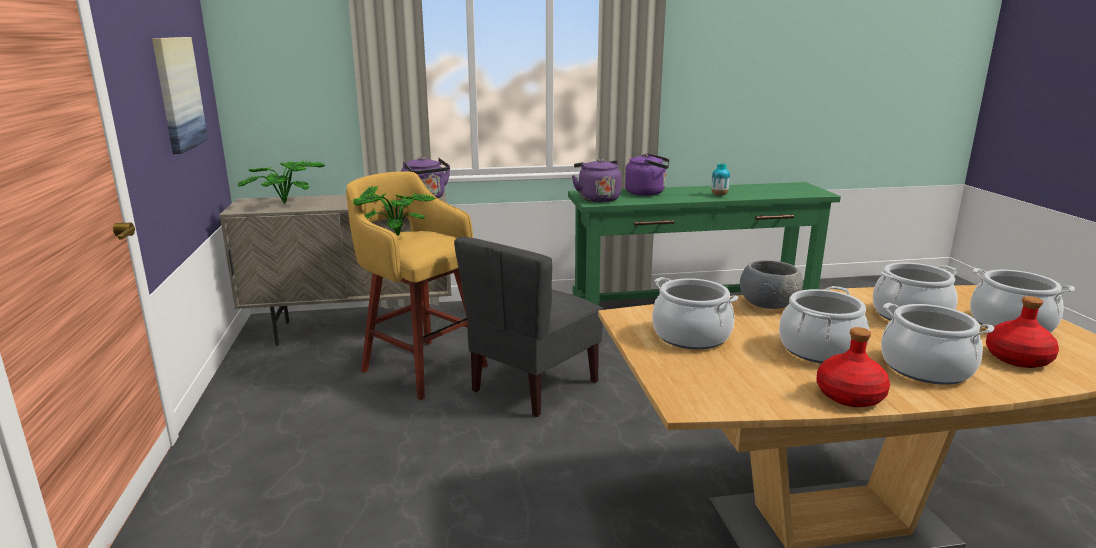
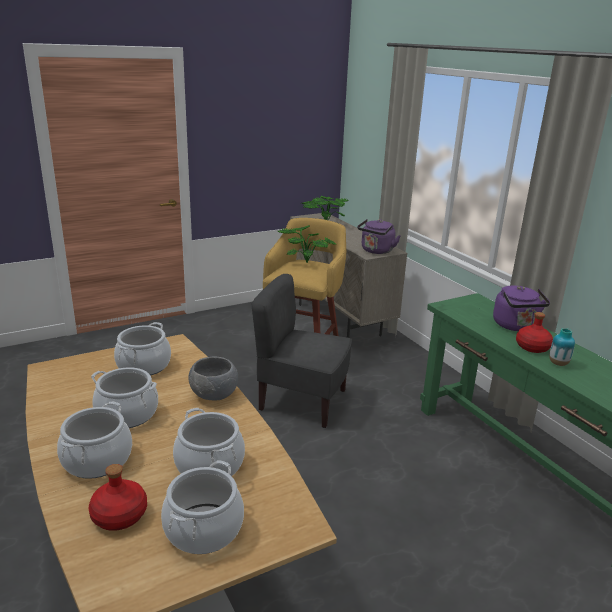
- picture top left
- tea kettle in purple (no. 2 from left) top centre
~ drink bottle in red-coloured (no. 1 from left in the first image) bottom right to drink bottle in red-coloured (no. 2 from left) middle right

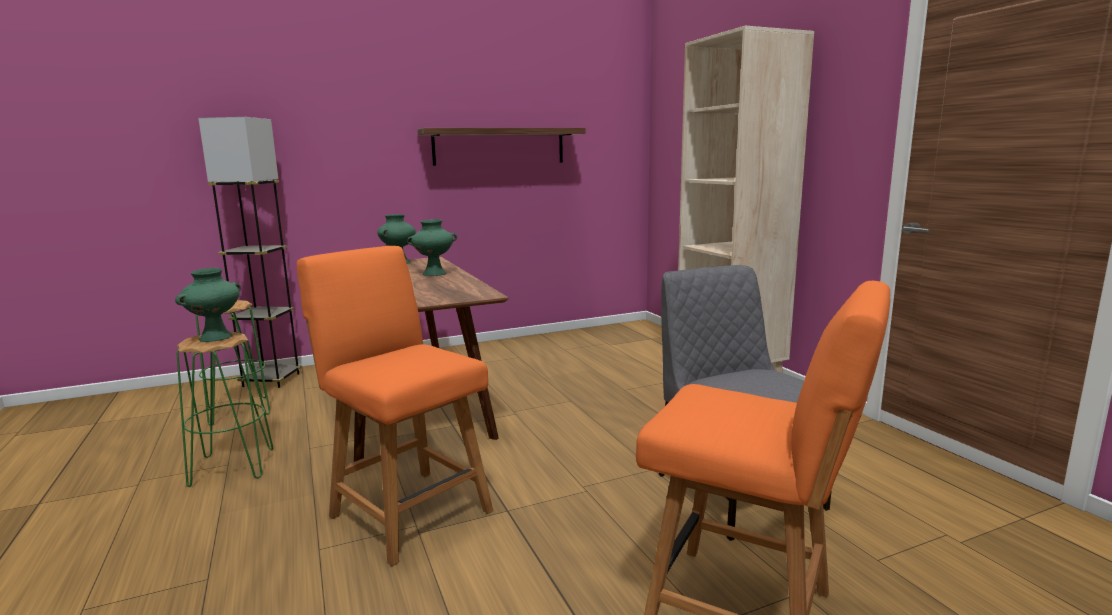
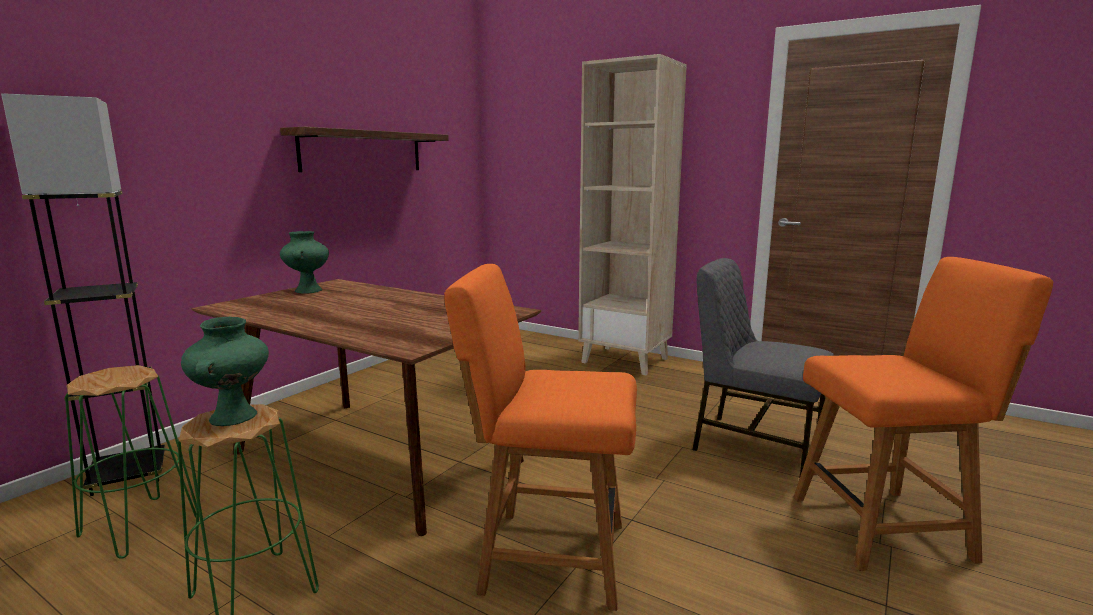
- flower vase in greenish (no. 3 from left) centre

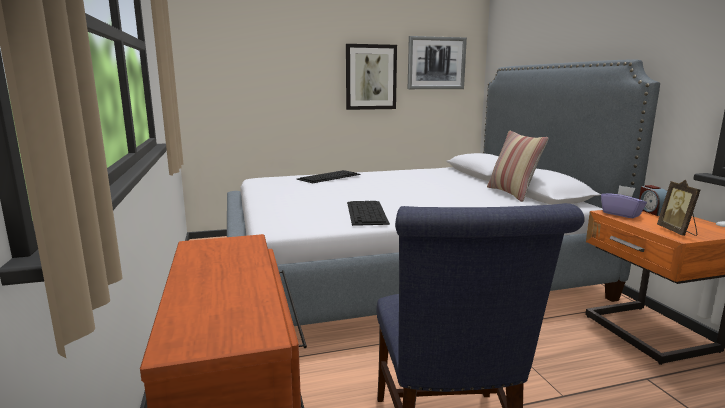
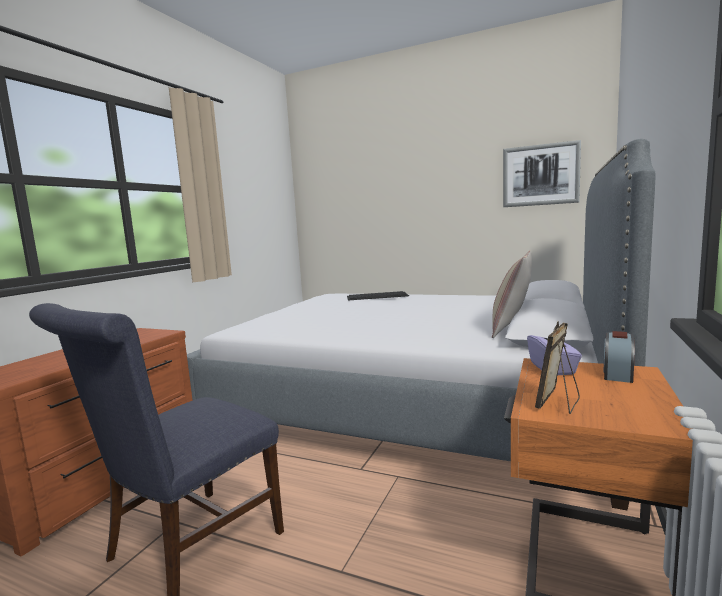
- picture (no. 1 from left) top centre
- computer keyboard (no. 2 from left) centre

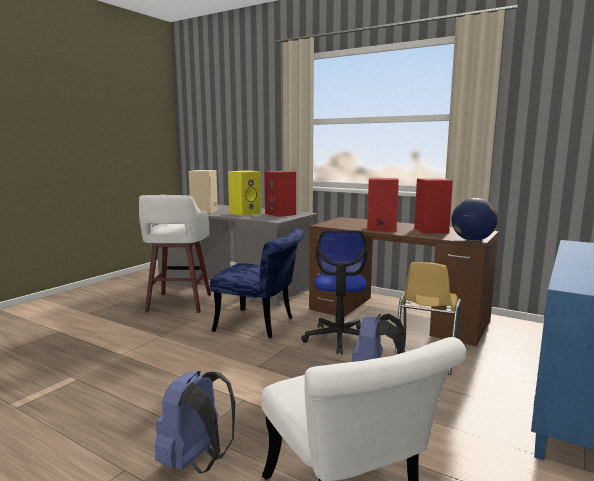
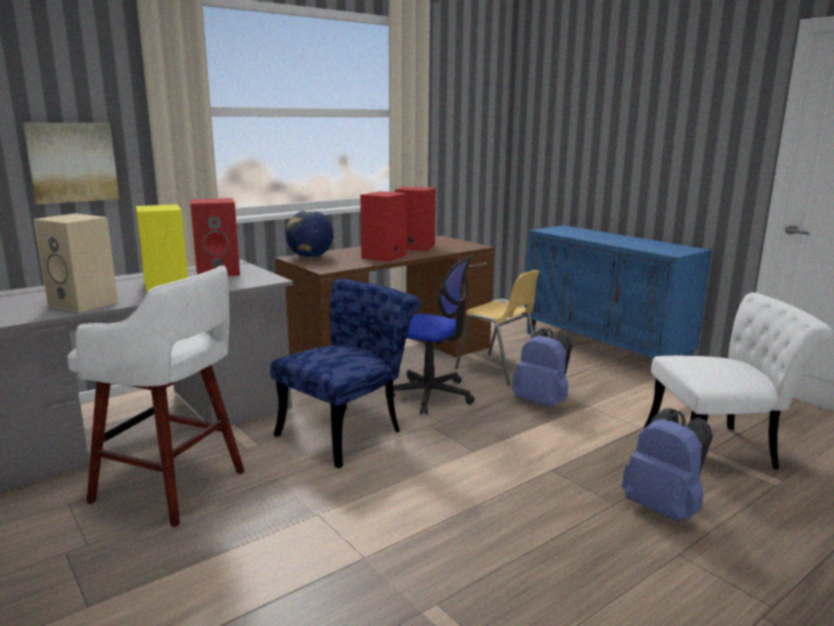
~ globe middle right to centre
+ picture top left

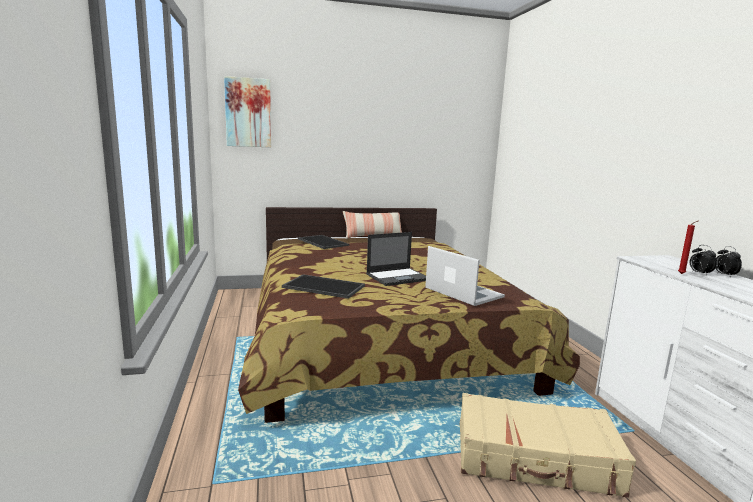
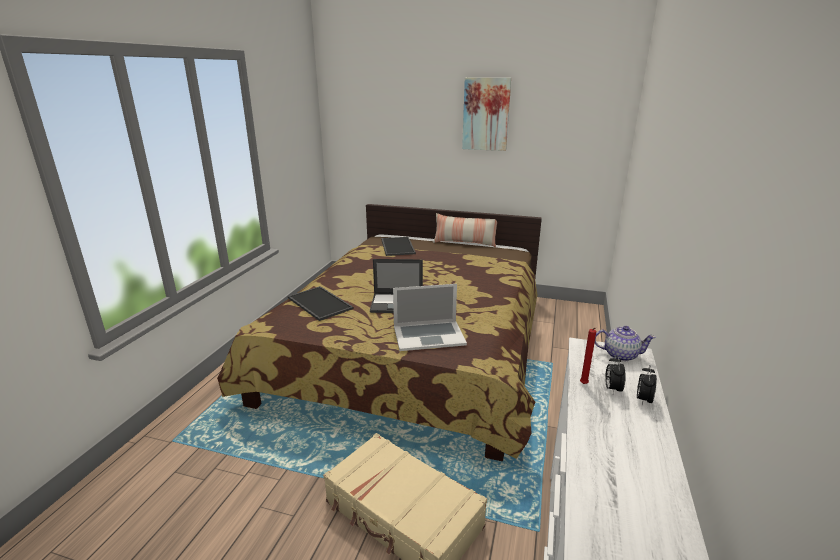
~ picture top left to top centre
~ notebook computer (no. 2 from left) centre = centre 90 degrees clockwise
+ pot for tea middle right

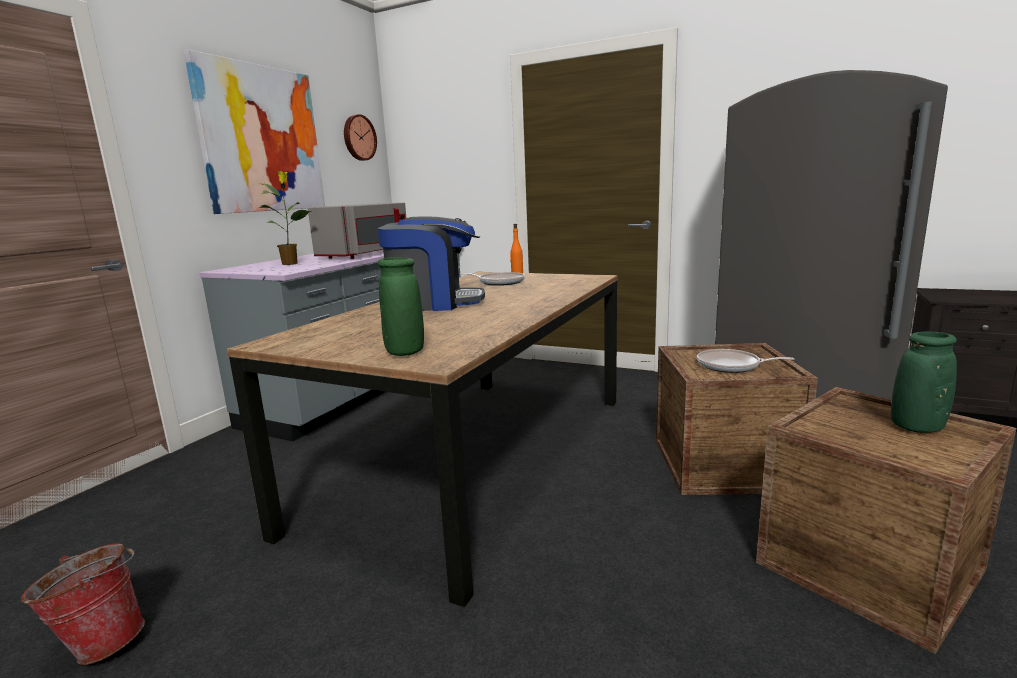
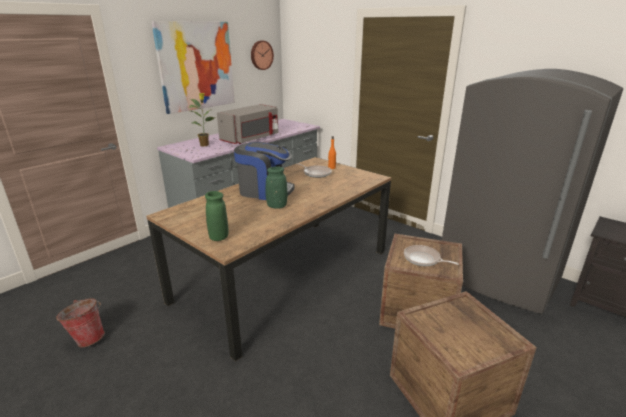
~ flower vase in greenish (no. 2 from left) middle right to centre

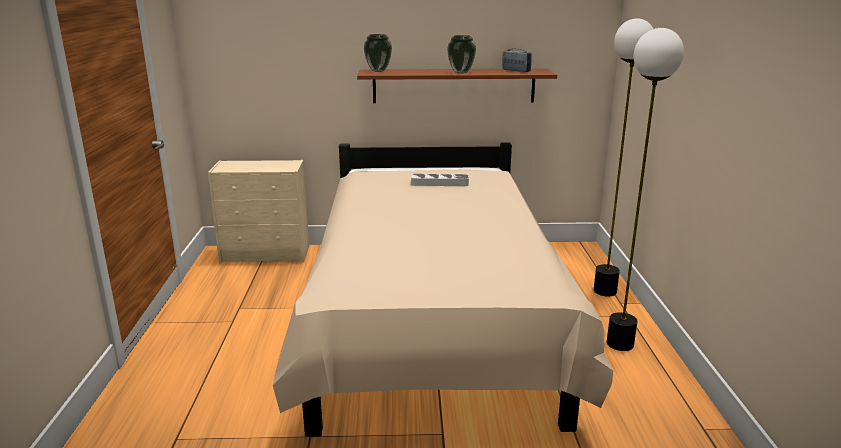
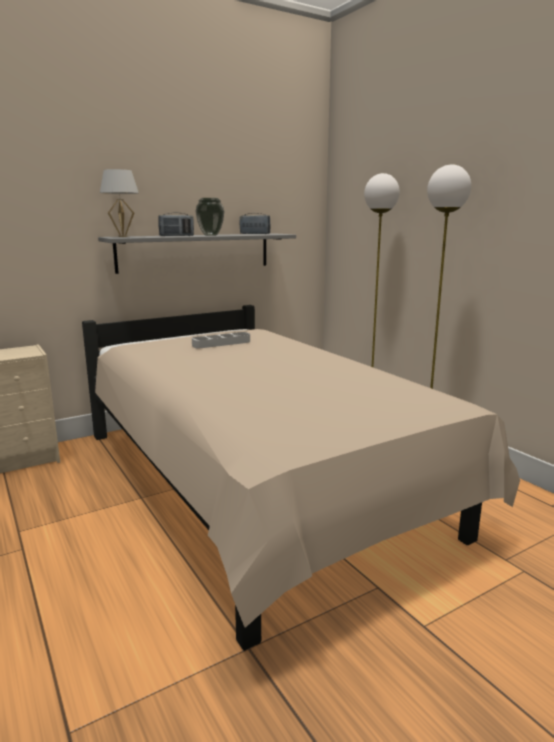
~ bracket shelf in brown top centre to bracket shelf in grey centre
~ flower vase (no. 1 from left) top centre to lamp for a table in whitish top left
+ radio set (no. 1 from left) top left

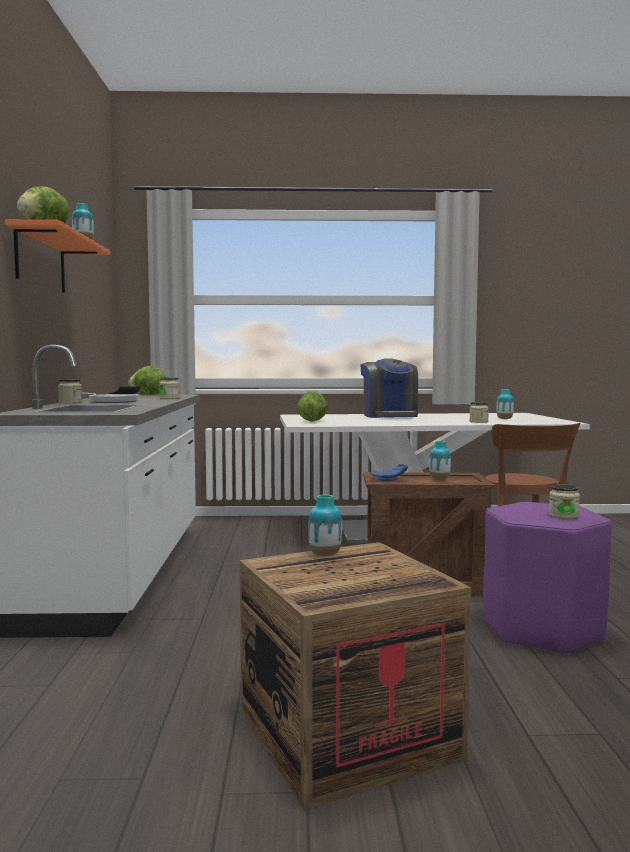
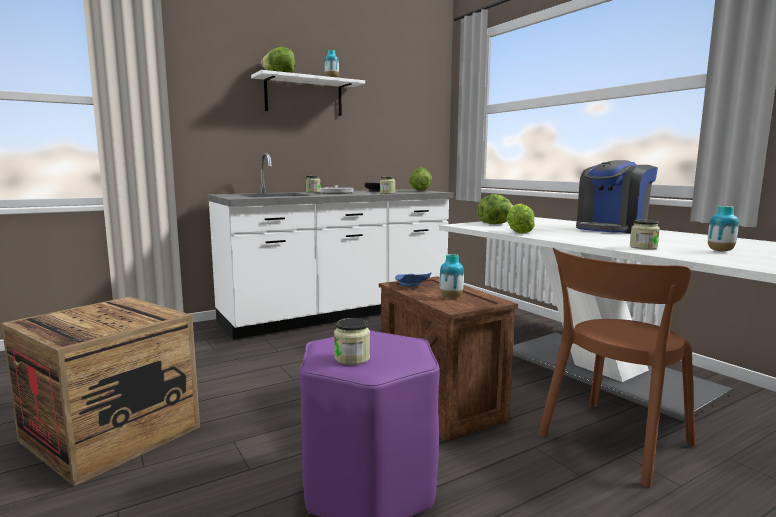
~ bracket shelf in orangey top left to bracket shelf in whitish top centre
- flower vase (no. 2 from left) centre
+ head of lettuce (no. 4 from left) middle right

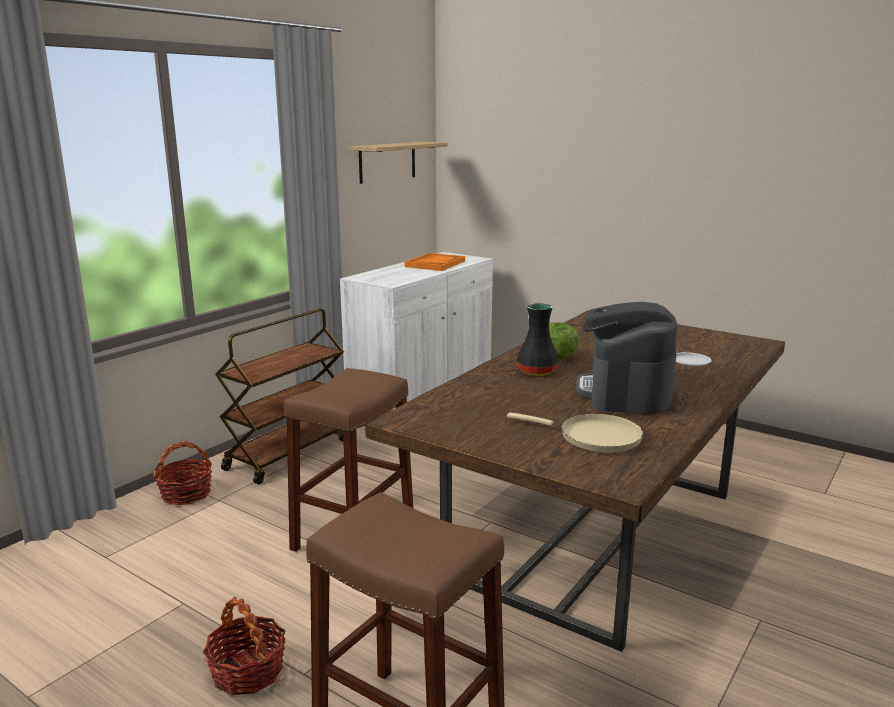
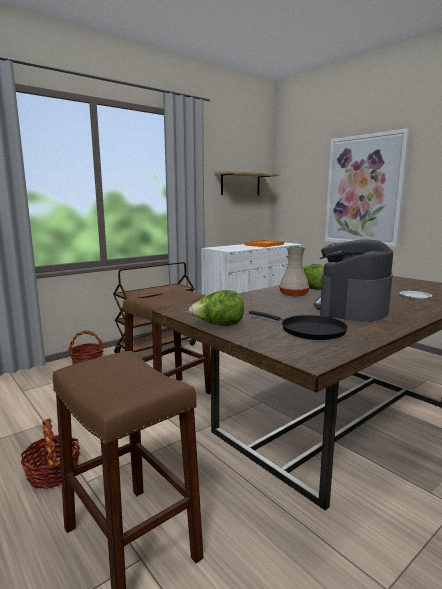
~ skillet in sand-coloured centre to skillet in black-coloured middle right
~ flower vase in black-coloured centre to flower vase in sand-coloured centre
+ head of lettuce (no. 1 from left) centre
+ picture top right

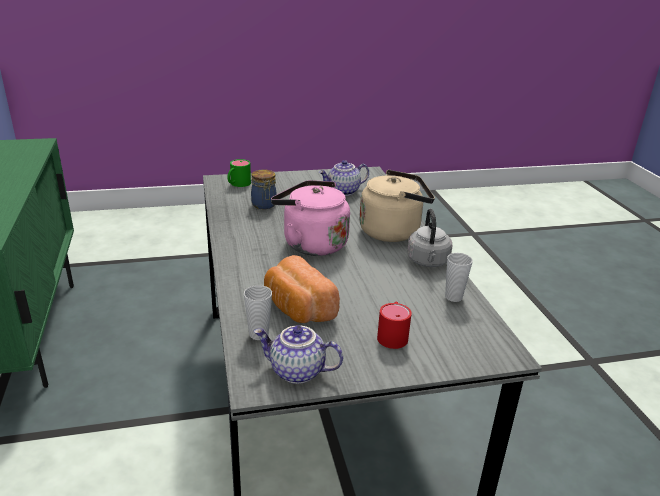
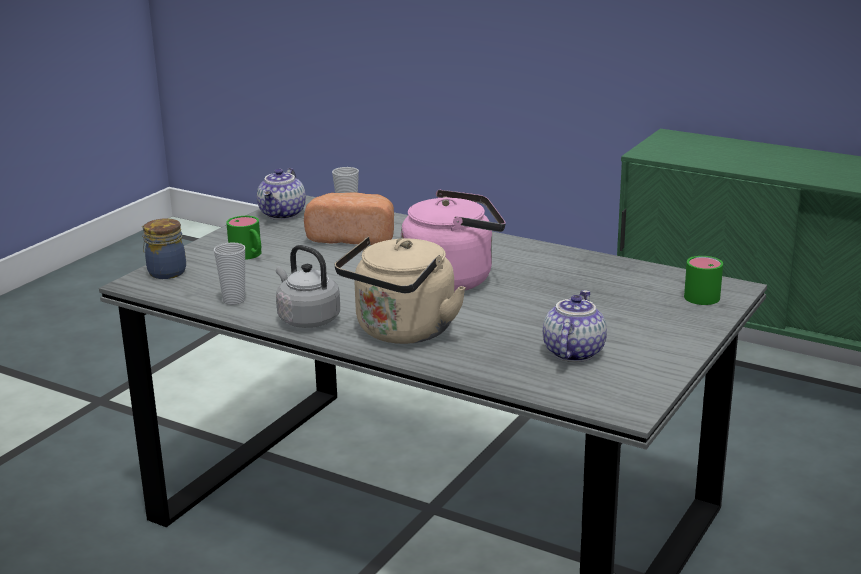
~ jar centre to middle left
~ pot for tea (no. 1 from left) bottom centre = middle left 135 degrees clockwise
~ coffee mug in red-coloured centre to coffee mug in greenish (no. 1 from left) middle left

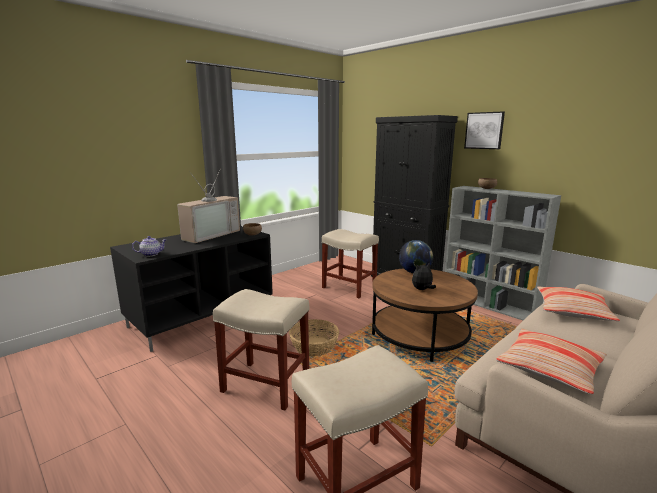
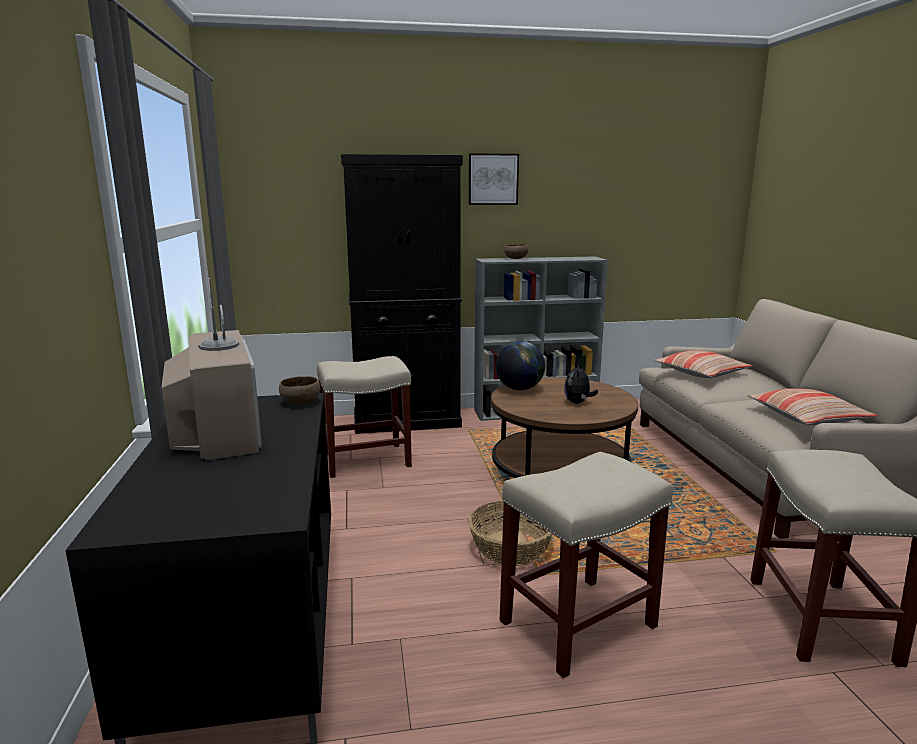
- pot for tea middle left

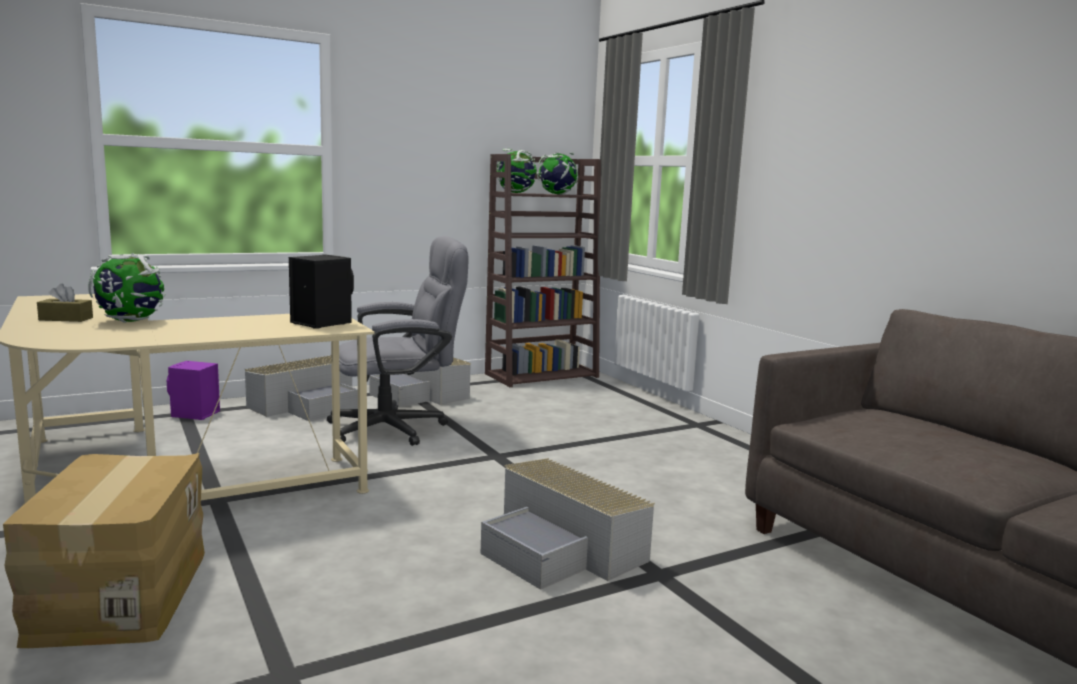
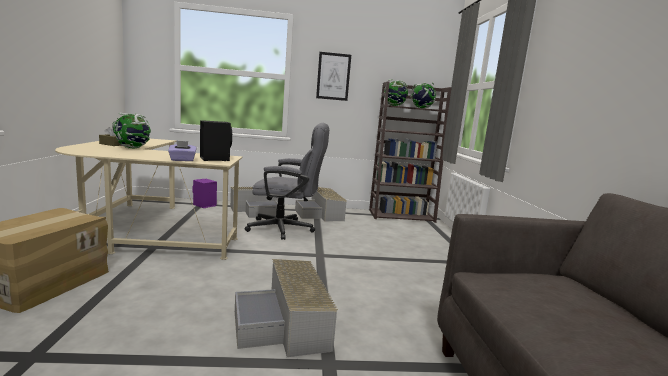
+ tissue holder in purple middle left
+ picture top centre

